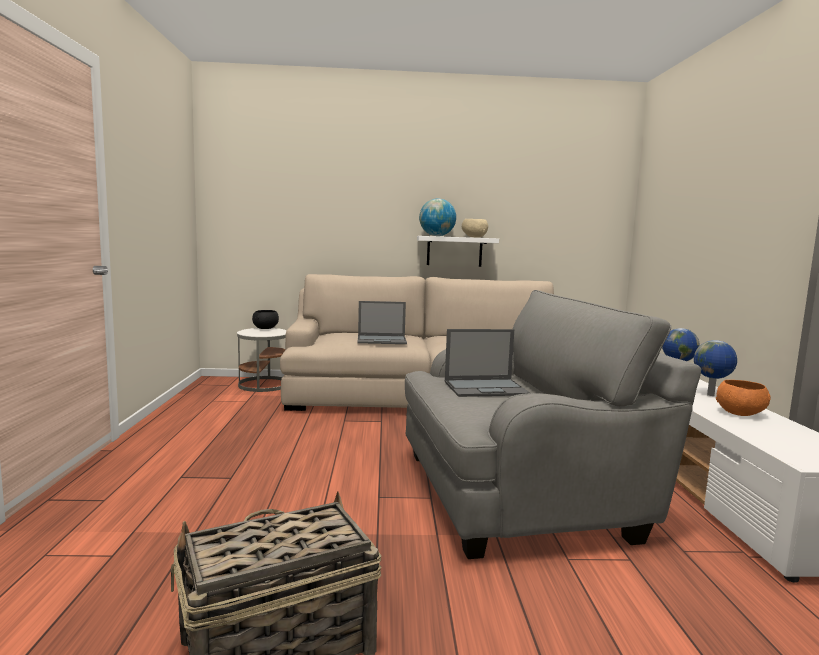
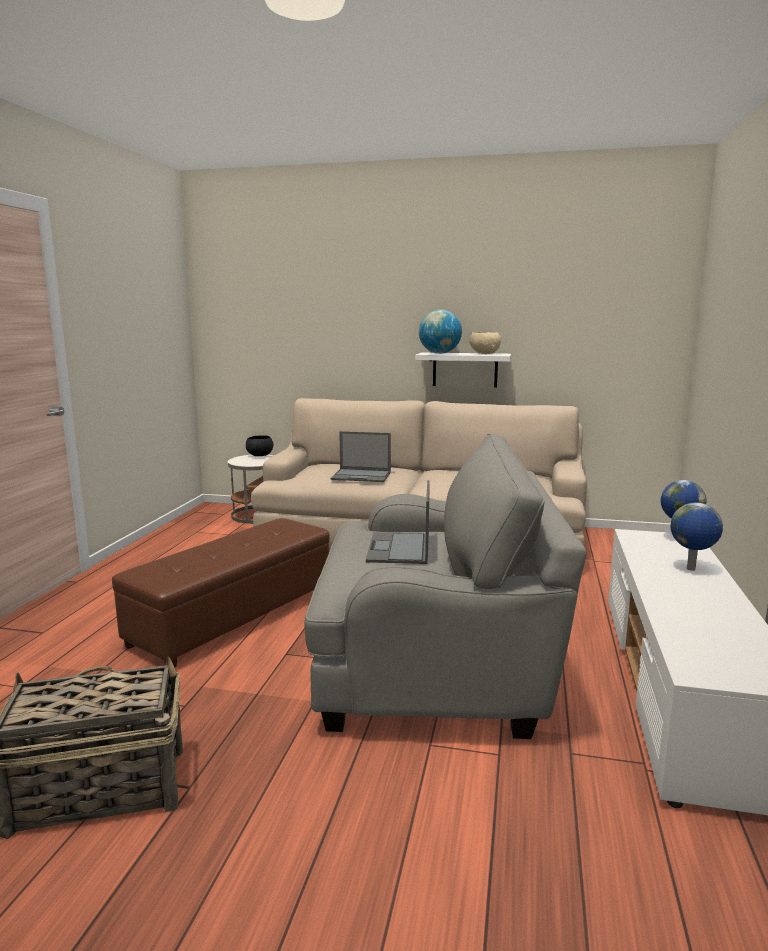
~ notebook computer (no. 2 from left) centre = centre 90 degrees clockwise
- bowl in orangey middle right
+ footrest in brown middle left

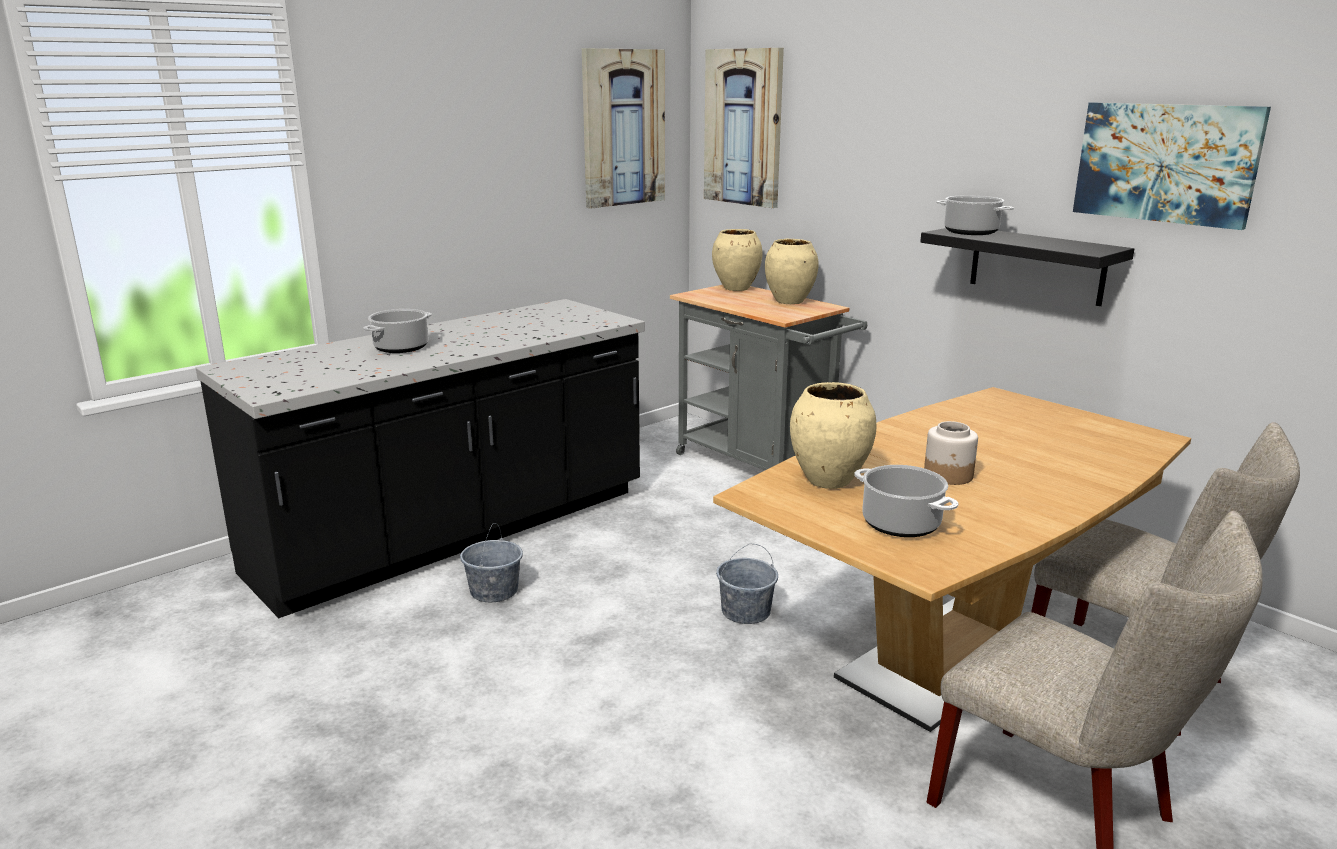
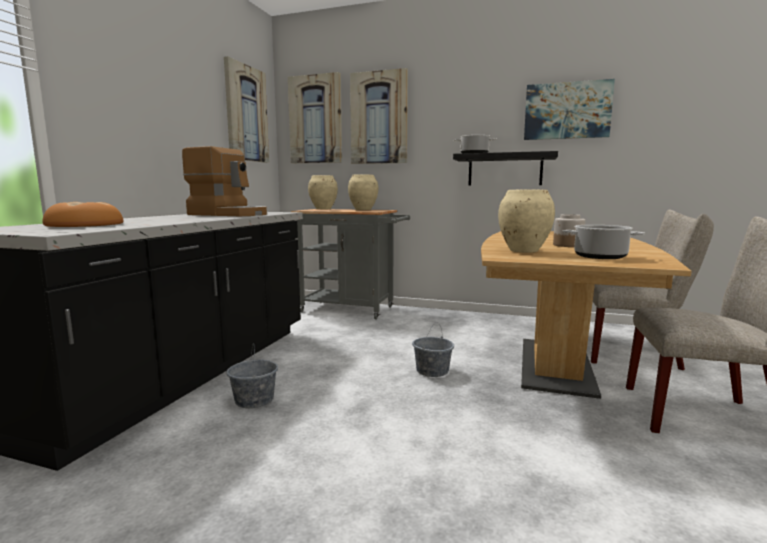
- cooking pot (no. 1 from left) middle left
+ bread middle left
+ coffee machine middle left
+ picture (no. 3 from left) top centre

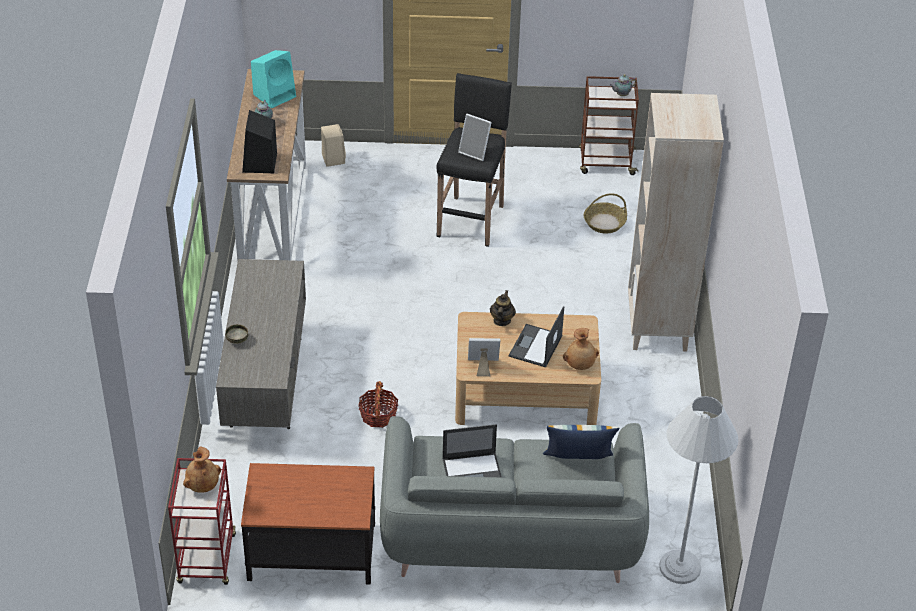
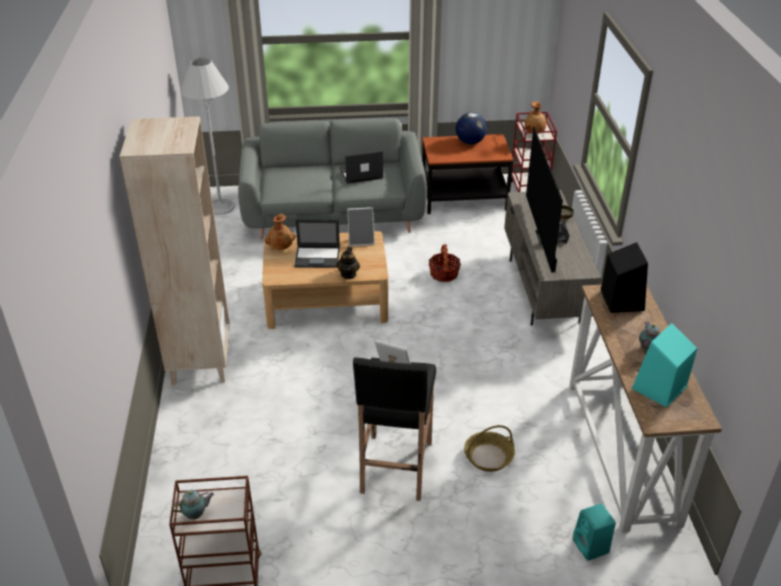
~ loudspeaker in sand-coloured top centre to loudspeaker in turquoise-coloured (no. 1 from left) bottom right
~ notebook computer (no. 2 from left in the first image) centre = centre 75 degrees clockwise
- pillow bottom centre
~ household basket (no. 2 from left) centre to bottom centre
+ globe top centre
+ TV middle right

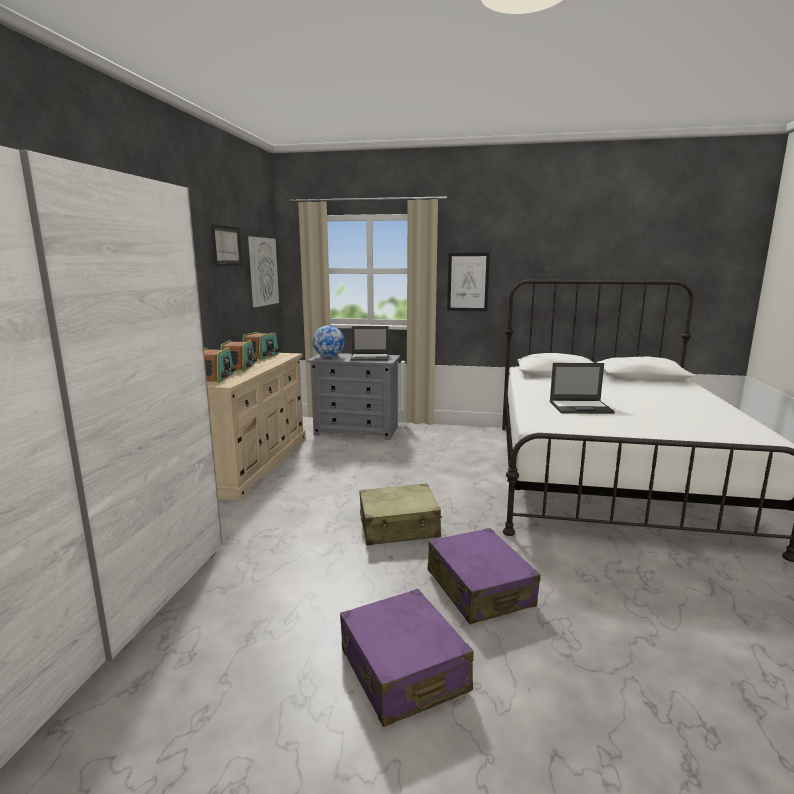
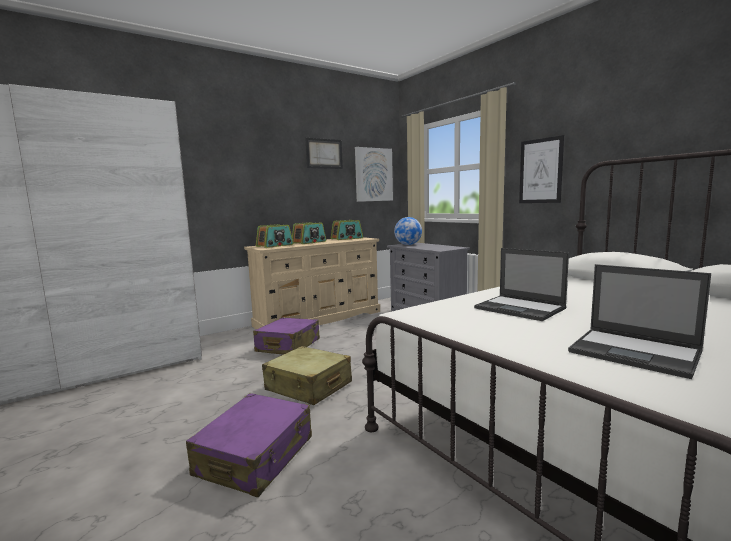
~ travel case in purple (no. 1 from left in the first image) bottom centre to travel case in purple (no. 2 from left) centre
~ notebook computer (no. 1 from left in the first image) centre to notebook computer (no. 2 from left) middle right

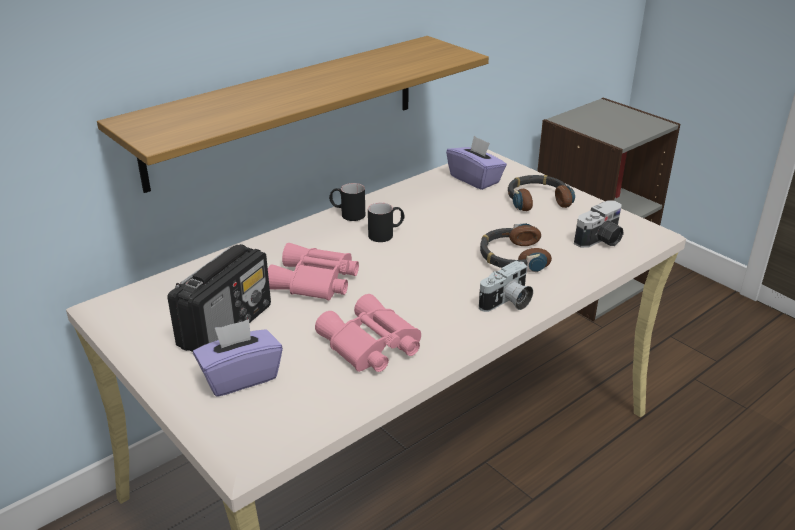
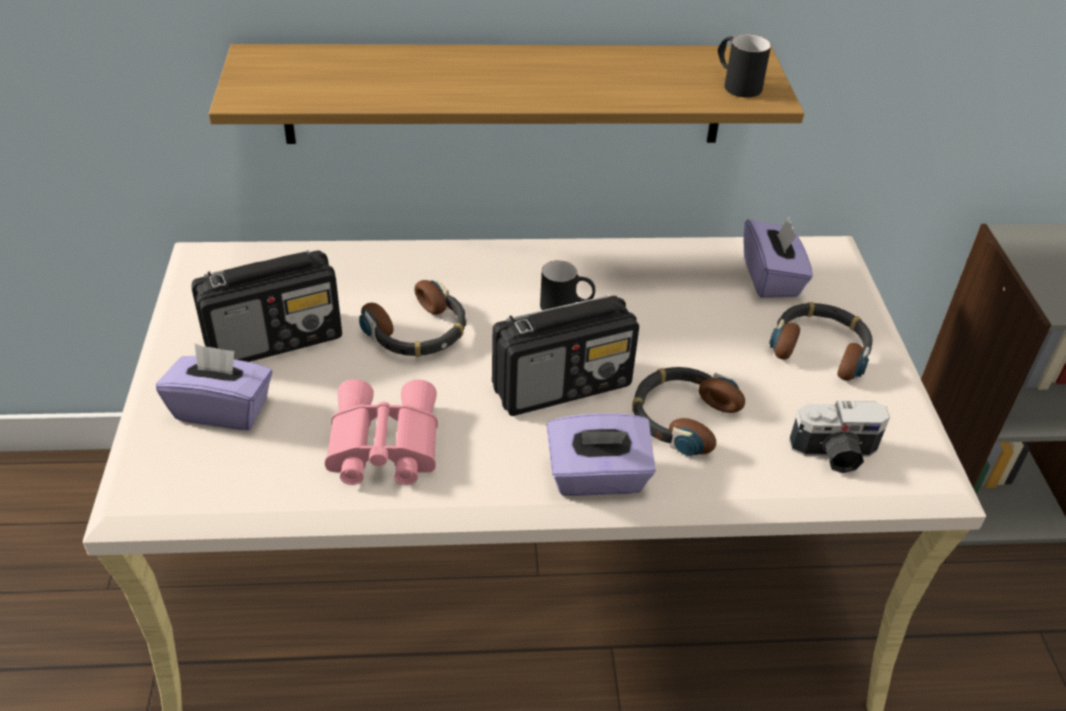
~ pair of binoculars in pinkish (no. 1 from left) centre to headphones (no. 1 from left) centre
~ coffee mug in black-coloured (no. 1 from left in the first image) centre to coffee mug in black-coloured (no. 2 from left) top right
~ still camera (no. 1 from left) centre to tissue holder in purple (no. 2 from left) centre
+ radio set (no. 2 from left) centre

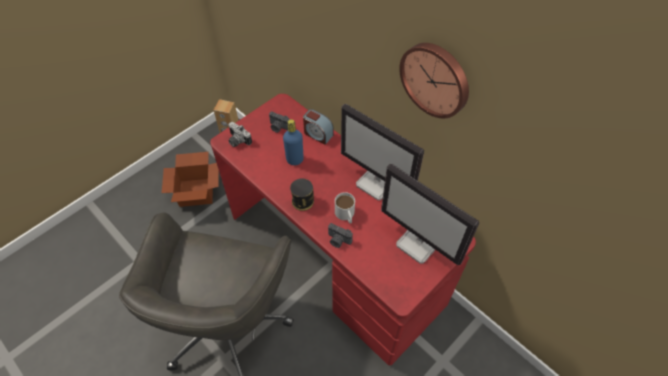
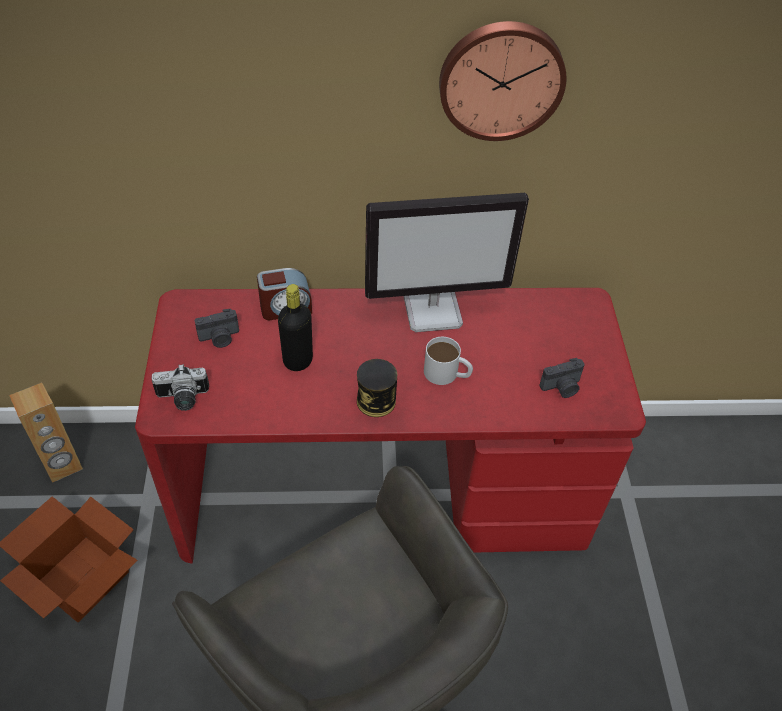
~ drink bottle in bluish centre to drink bottle in black-coloured centre
~ still camera (no. 3 from left) centre to middle right
- computer screen (no. 2 from left) centre

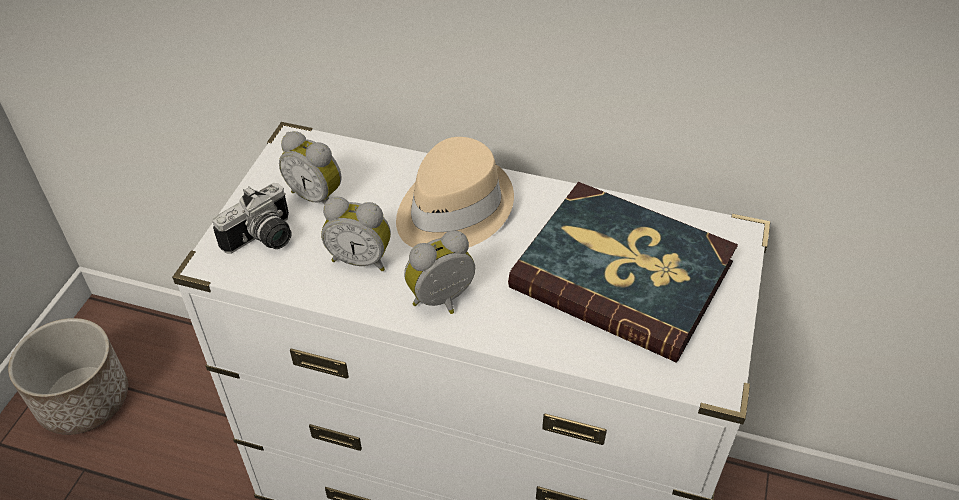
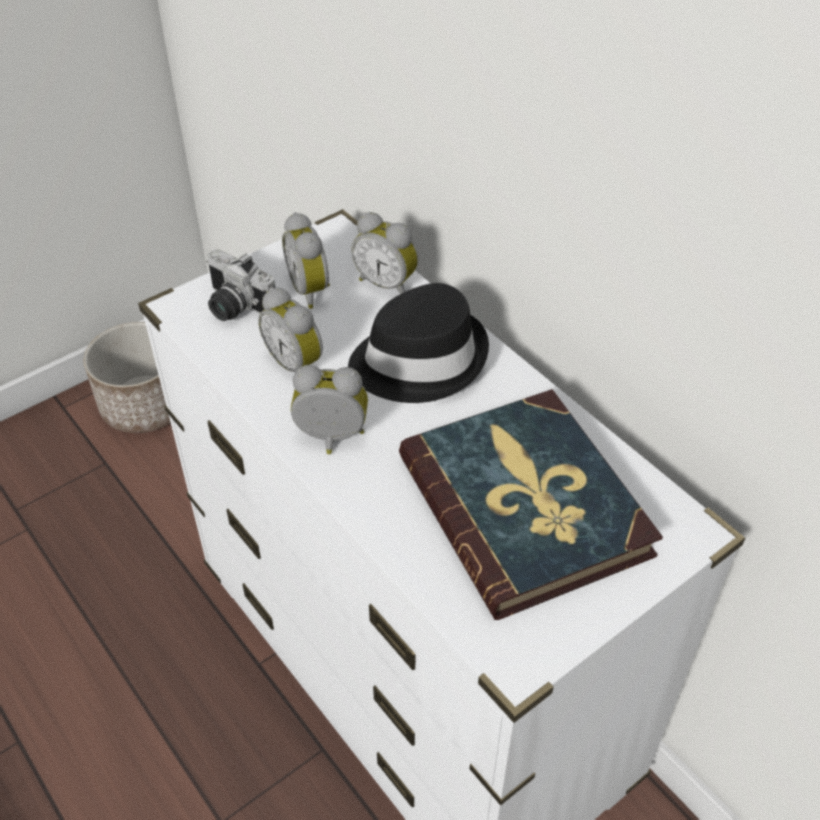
~ still camera middle left = middle left 45 degrees clockwise
~ wearable hat in sand-coloured centre to wearable hat in black-coloured centre
+ bedside clock (no. 4 from left) top centre

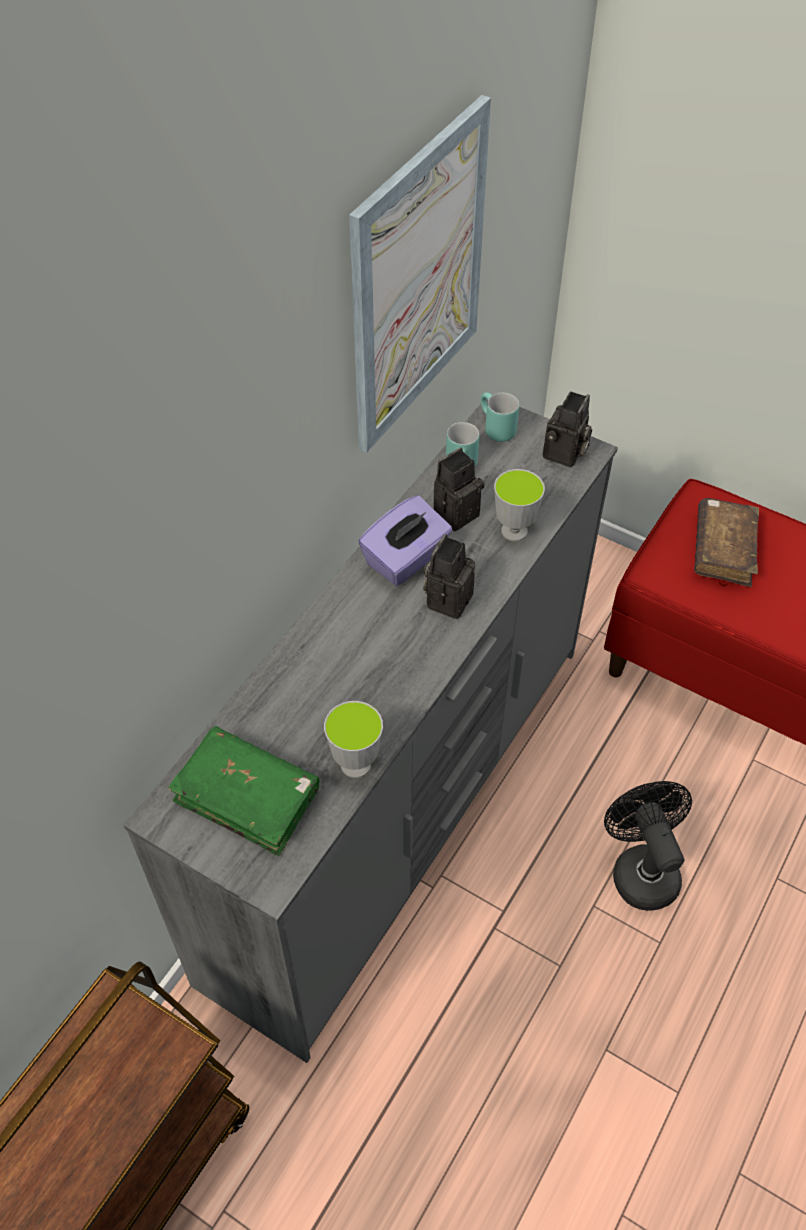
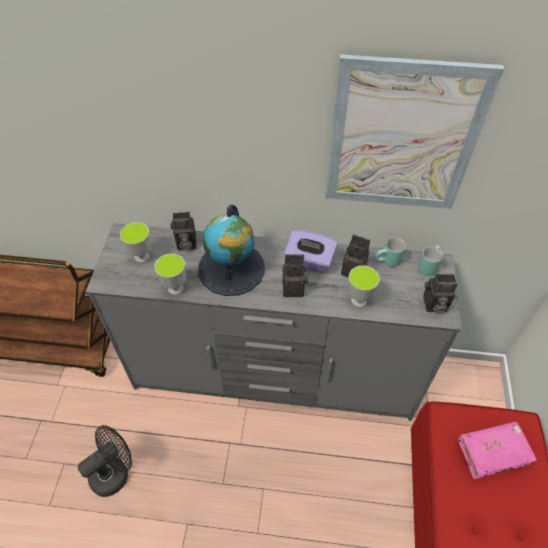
~ book in greenish middle left to cup (no. 1 from left) middle left
~ electric fan in black-coloured bottom right to bottom left
~ book in brown middle right to book in pinkish bottom right
+ still camera (no. 1 from left) centre
+ globe centre

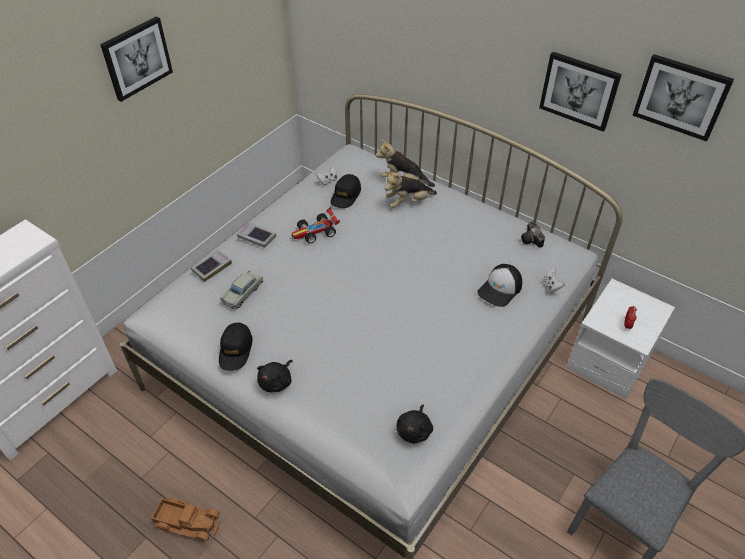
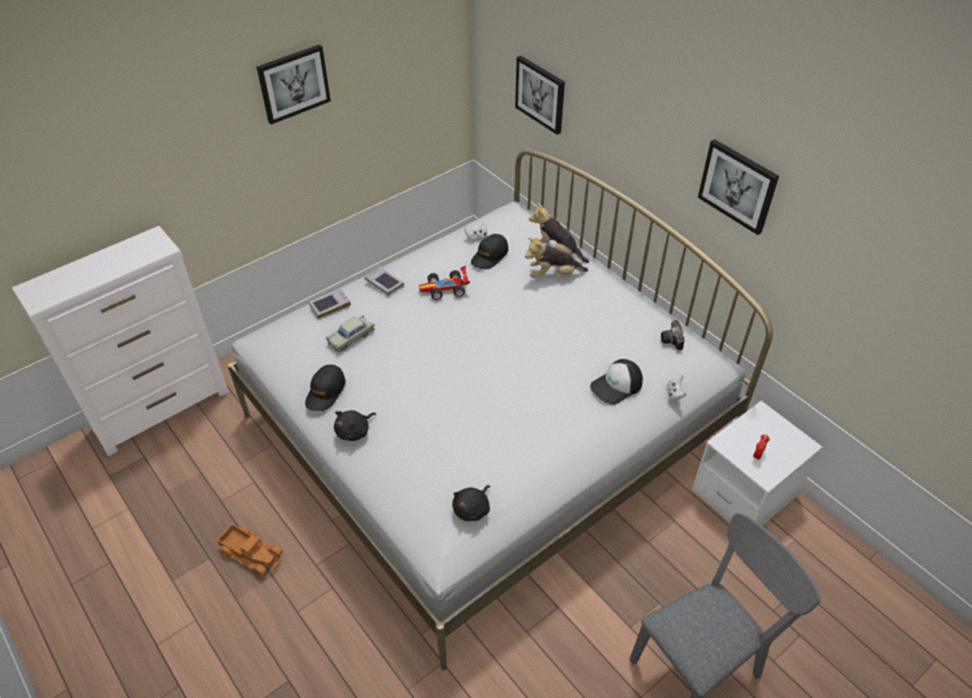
~ picture (no. 3 from left in the first image) top right to picture (no. 2 from left) top centre

